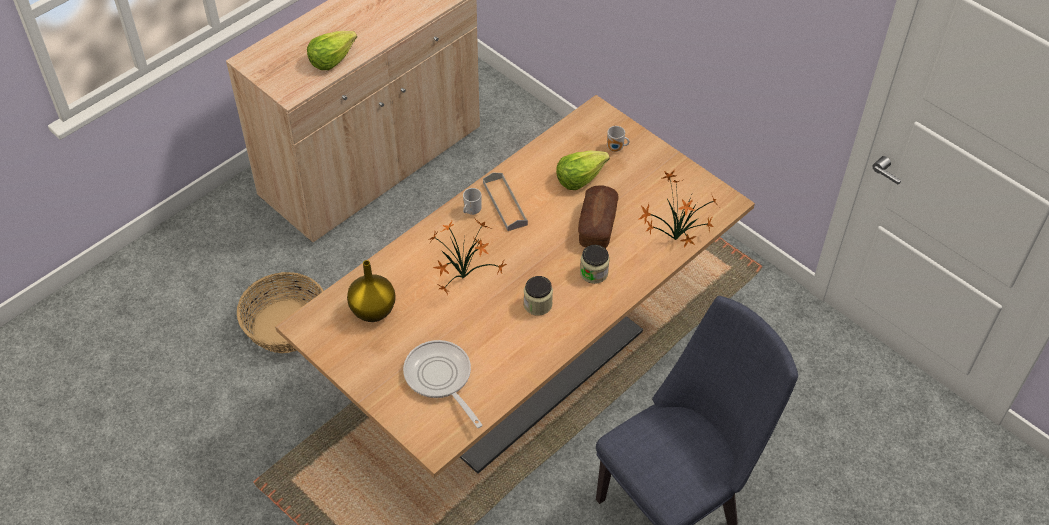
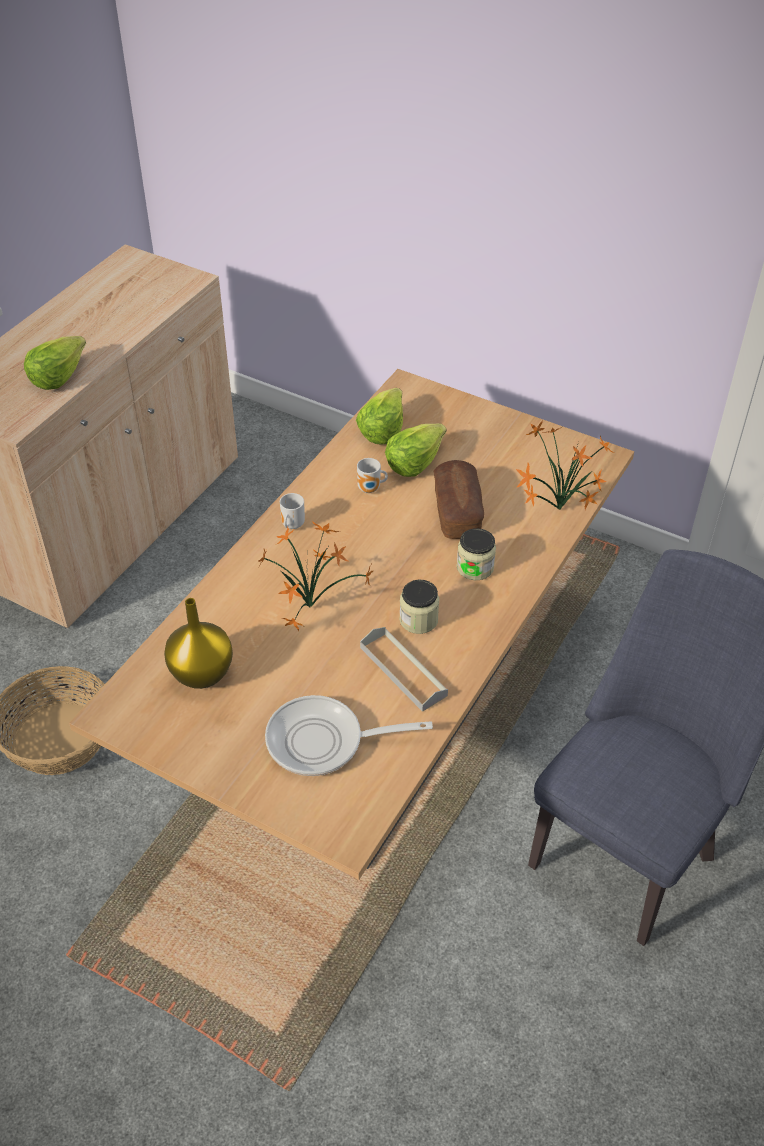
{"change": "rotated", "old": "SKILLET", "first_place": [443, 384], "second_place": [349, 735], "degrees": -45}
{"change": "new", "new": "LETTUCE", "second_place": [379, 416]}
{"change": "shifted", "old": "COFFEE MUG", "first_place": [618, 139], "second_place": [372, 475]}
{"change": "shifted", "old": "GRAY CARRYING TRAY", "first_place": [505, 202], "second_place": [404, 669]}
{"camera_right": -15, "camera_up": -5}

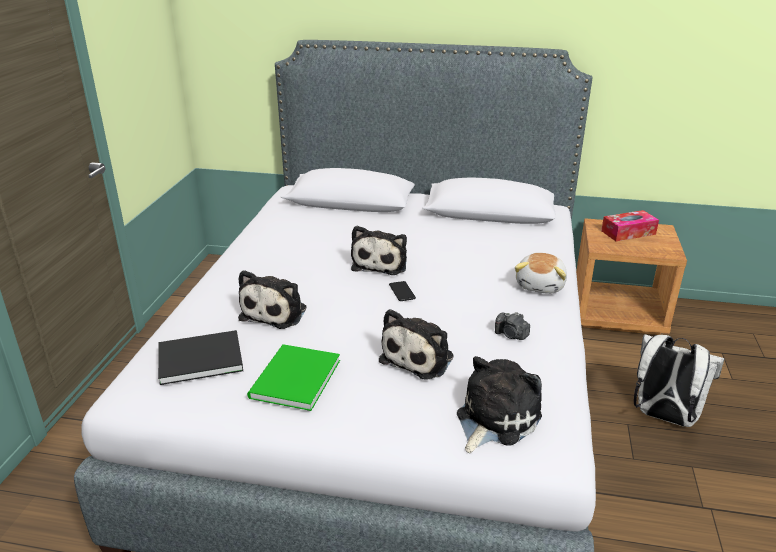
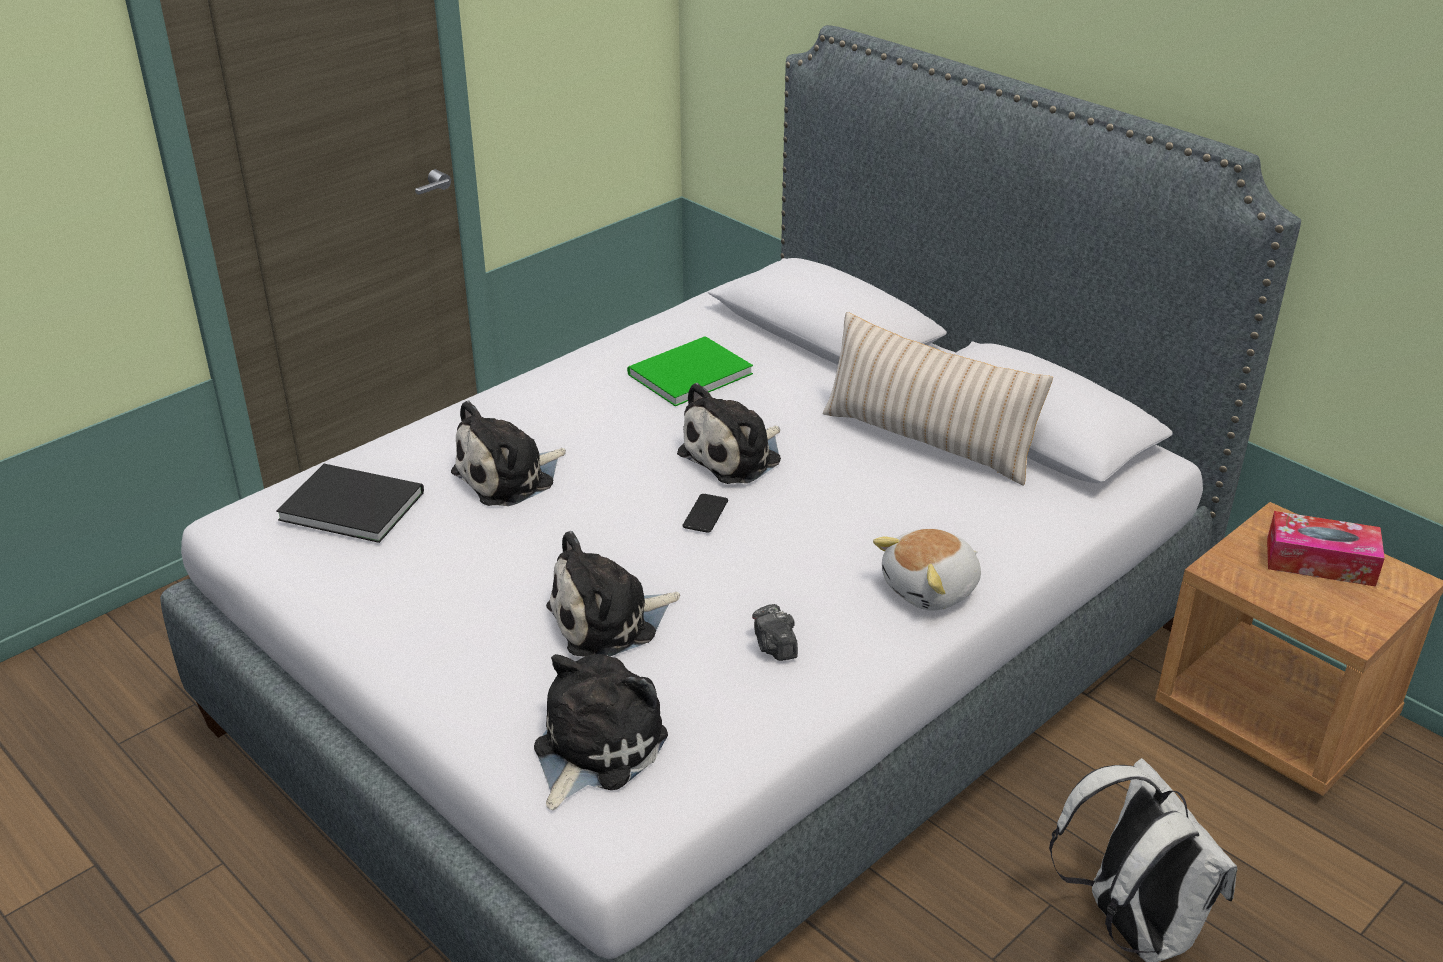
{"change": "rotated", "old": "CUDDLY TOY", "first_place": [499, 404], "second_place": [601, 732], "degrees": -45}
{"change": "shifted", "old": "GREEN-COLOURED BOUND BOOK", "first_place": [293, 377], "second_place": [690, 371]}
{"change": "new", "new": "BEIGE THROW PILLOW", "second_place": [938, 399]}
{"camera_right": 35, "camera_up": 5}

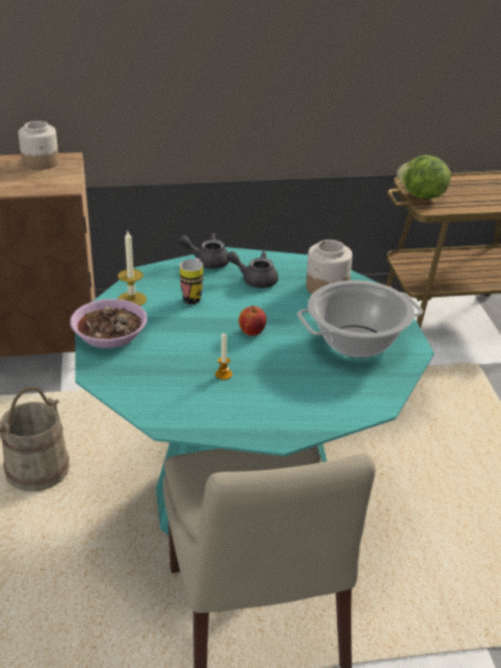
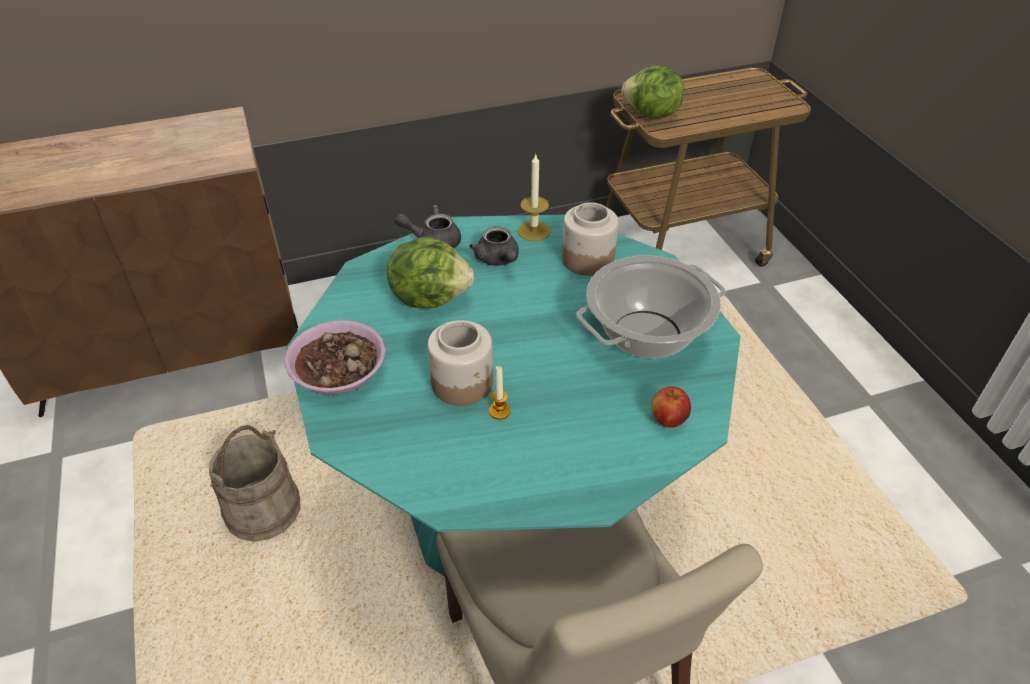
{"change": "swapped", "old": "COFFEE MUG", "new": "LETTUCE", "first_place": [191, 281], "second_place": [430, 272]}
{"change": "shifted", "old": "JAR", "first_place": [38, 145], "second_place": [460, 363]}
{"change": "rotated", "old": "GRAY POT FOR TEA", "first_place": [252, 269], "second_place": [494, 246], "degrees": -120}
{"change": "shifted", "old": "CANDLE", "first_place": [132, 268], "second_place": [534, 197]}
{"change": "shifted", "old": "WHOLE APPLE", "first_place": [252, 320], "second_place": [671, 407]}
{"camera_right": -10, "camera_up": 10}

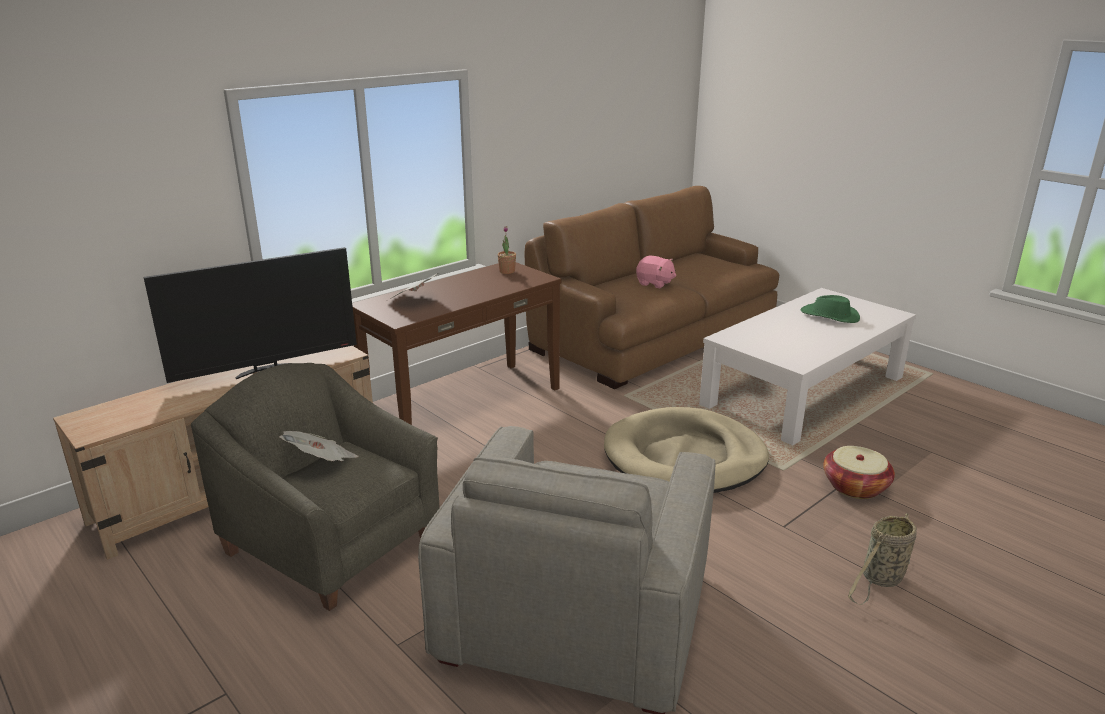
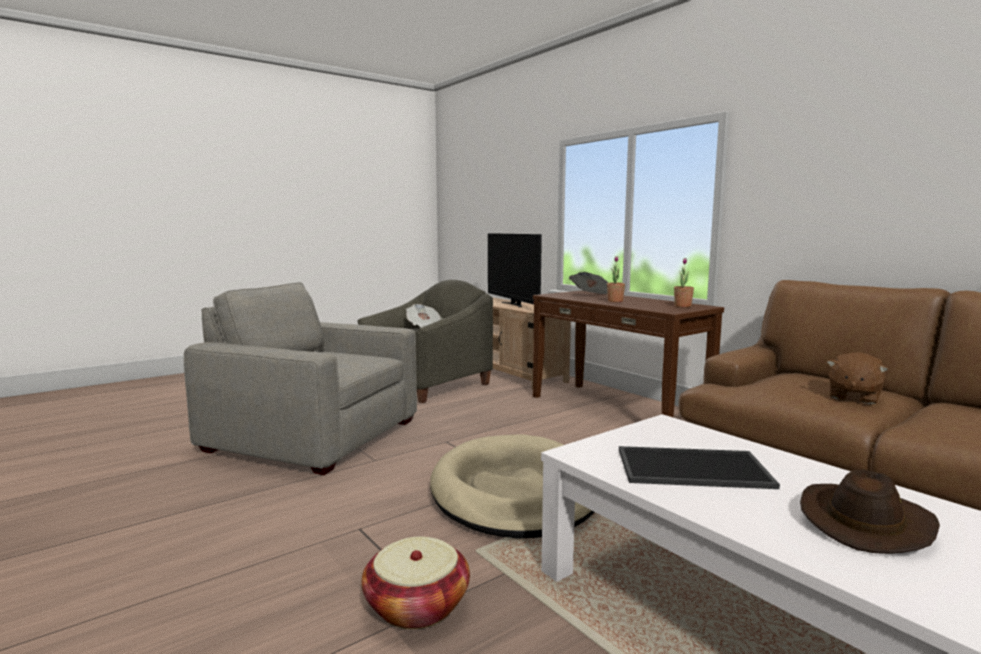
{"change": "new", "new": "PLANT IN A POT", "second_place": [616, 279]}
{"change": "new", "new": "CARRYING TRAY", "second_place": [699, 467]}
{"change": "repainted", "old": "GREEN-COLOURED HAT", "new": "BROWN-COLOURED HAT", "first_place": [830, 309], "second_place": [870, 511]}
{"change": "repainted", "old": "PINKISH CUDDLY TOY", "new": "BROWN-COLOURED CUDDLY TOY", "first_place": [656, 272], "second_place": [858, 378]}
{"change": "gone", "old": "HOUSEHOLD BASKET", "first_place": [882, 559]}
{"camera_right": 95, "camera_up": -15}

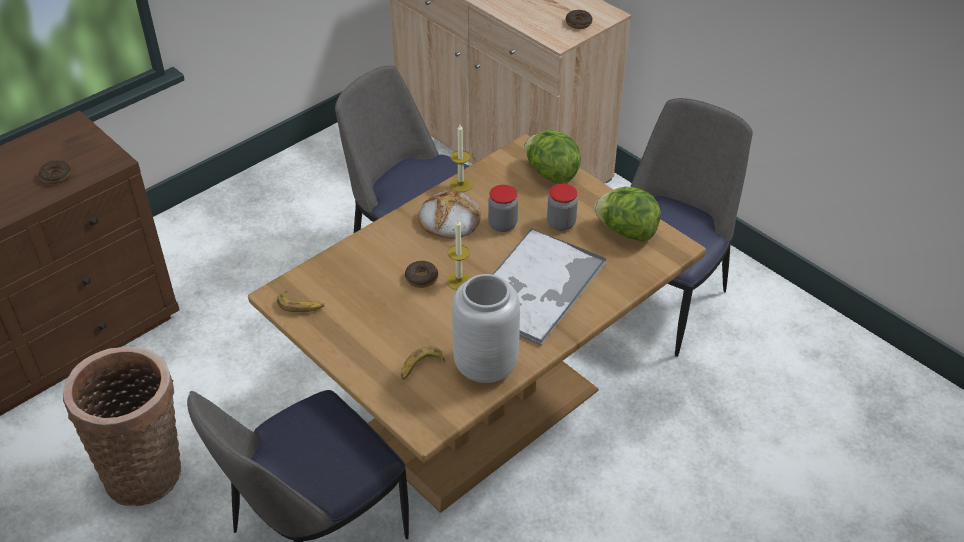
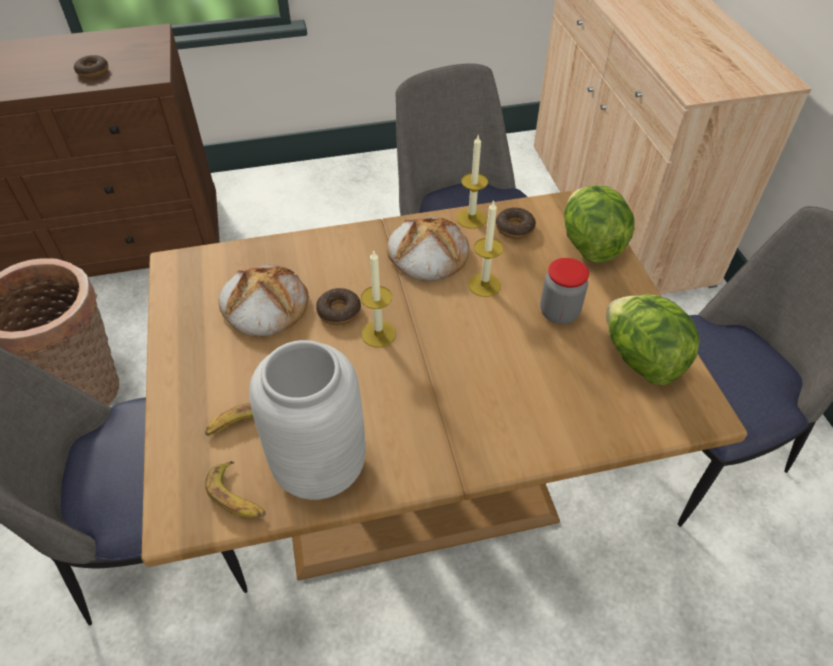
{"change": "shifted", "old": "BANANA", "first_place": [301, 301], "second_place": [235, 489]}
{"change": "new", "new": "BREAD", "second_place": [263, 301]}
{"change": "swapped", "old": "JAR", "new": "CANDLE", "first_place": [503, 208], "second_place": [486, 248]}
{"change": "shifted", "old": "DOUGHNUT", "first_place": [579, 19], "second_place": [516, 223]}
{"change": "gone", "old": "CARRYING TRAY", "first_place": [549, 287]}
{"camera_right": 30, "camera_up": 5}

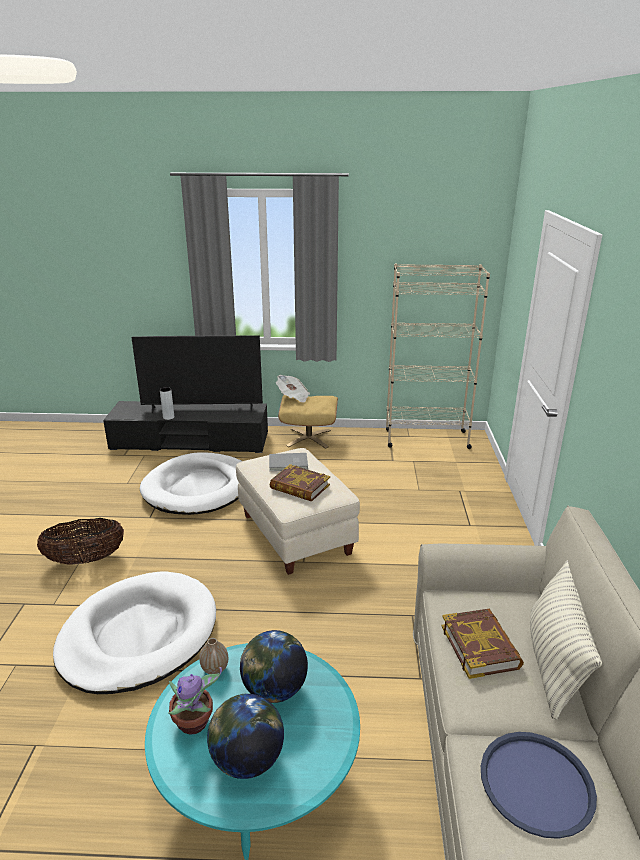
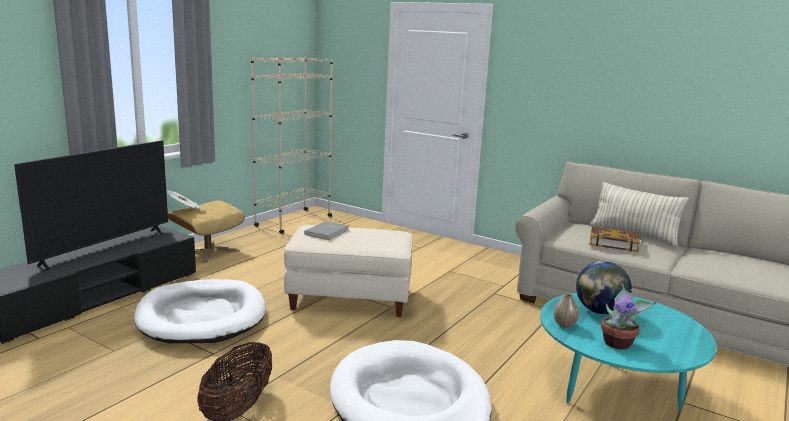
{"change": "gone", "old": "GRAY FLOWER VASE", "first_place": [167, 403]}
{"change": "gone", "old": "DESK GLOBE", "first_place": [245, 736]}
{"change": "gone", "old": "BOUND BOOK", "first_place": [300, 483]}
{"change": "gone", "old": "BLUE CARRYING TRAY", "first_place": [539, 785]}
{"camera_right": -60, "camera_up": -10}

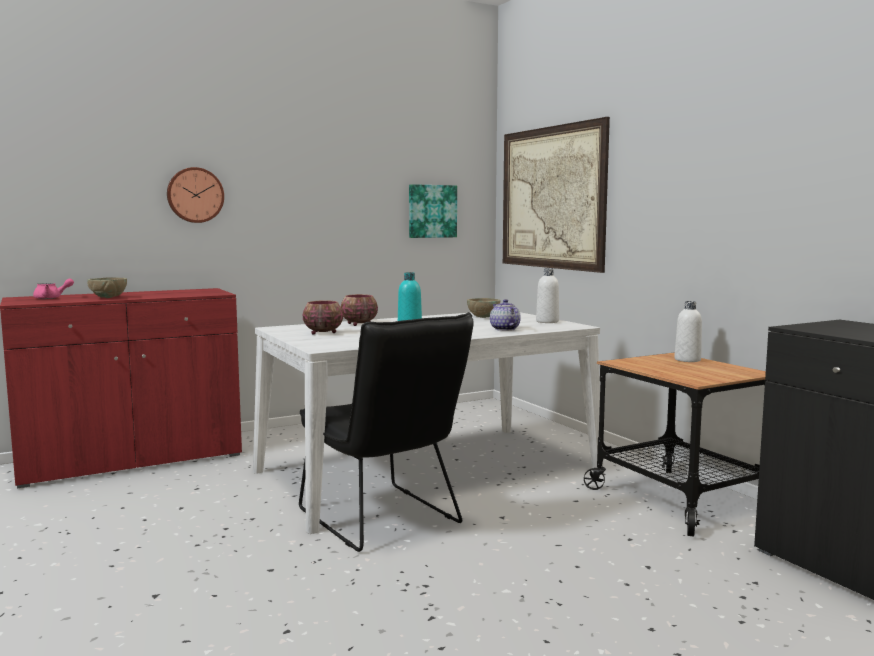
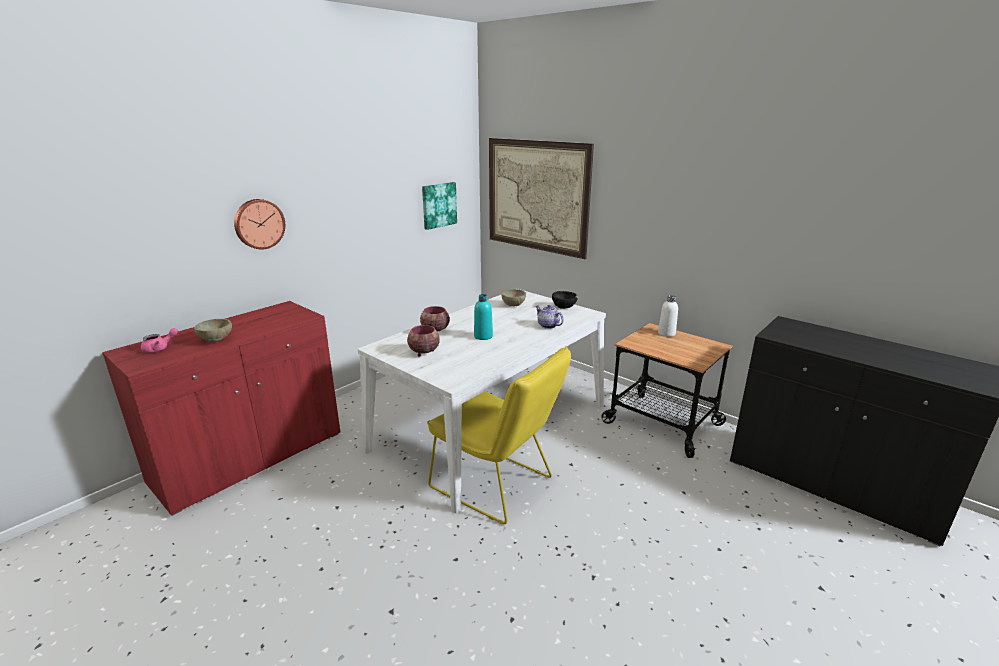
{"change": "repainted", "old": "BLACKISH PLAIN CHAIR", "new": "YELLOWISH PLAIN CHAIR", "first_place": [386, 432], "second_place": [499, 435]}
{"change": "swapped", "old": "WHITE DRINK BOTTLE", "new": "BLACKISH SERVING BOWL", "first_place": [547, 295], "second_place": [565, 300]}
{"camera_right": -20, "camera_up": 15}

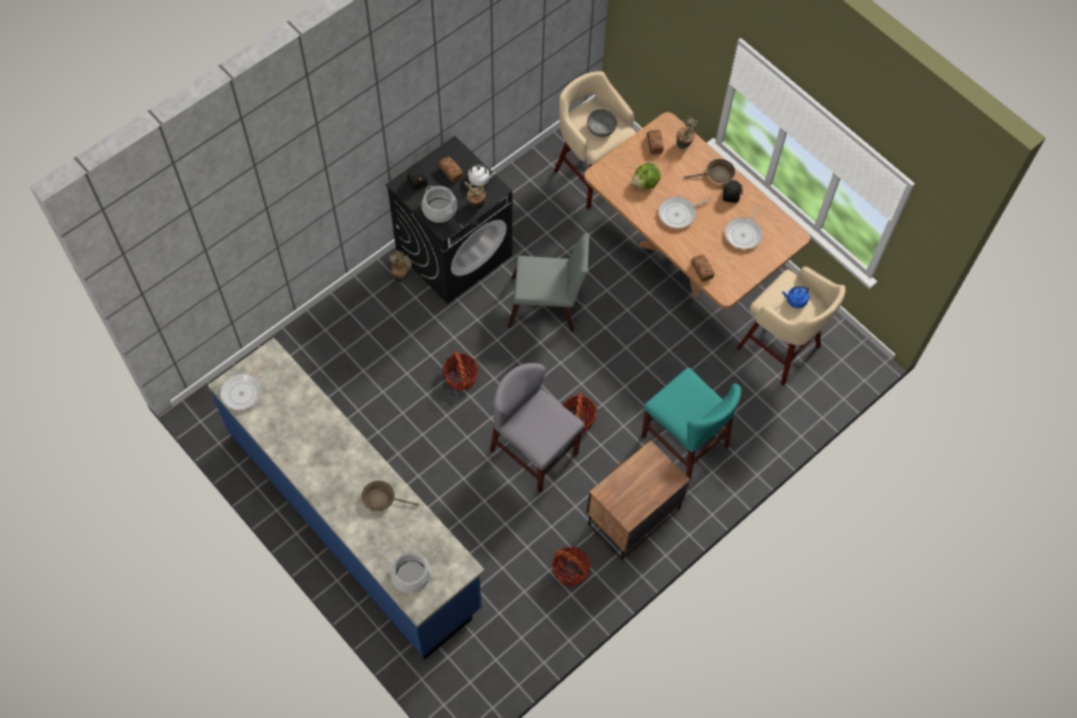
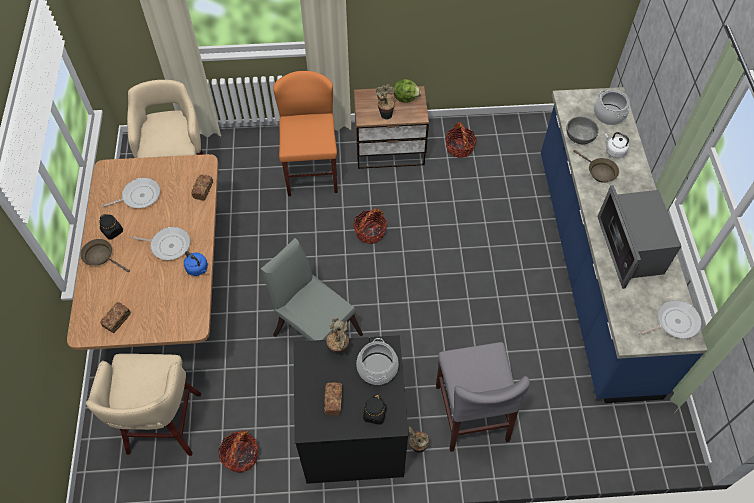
{"change": "shifted", "old": "BLUE WATER KETTLE", "first_place": [795, 297], "second_place": [196, 263]}
{"change": "shifted", "old": "HOUSEHOLD BASKET", "first_place": [460, 371], "second_place": [238, 451]}
{"change": "repainted", "old": "TURQUOISE PLAIN CHAIR", "new": "ORANGE PLAIN CHAIR", "first_place": [691, 424], "second_place": [305, 133]}
{"change": "shifted", "old": "PLANT IN A POT", "first_place": [687, 132], "second_place": [385, 102]}
{"change": "shifted", "old": "LETTUCE", "first_place": [646, 175], "second_place": [407, 91]}
{"change": "shifted", "old": "GRAY PLAIN CHAIR", "first_place": [537, 427], "second_place": [483, 397]}
{"change": "shifted", "old": "GRAY SERVING BOWL", "first_place": [602, 123], "second_place": [582, 130]}
{"change": "new", "new": "MICROWAVE", "second_place": [639, 237]}
{"change": "shifted", "old": "WHITE WATER KETTLE", "first_place": [481, 175], "second_place": [617, 145]}
{"camera_right": -140, "camera_up": -5}

